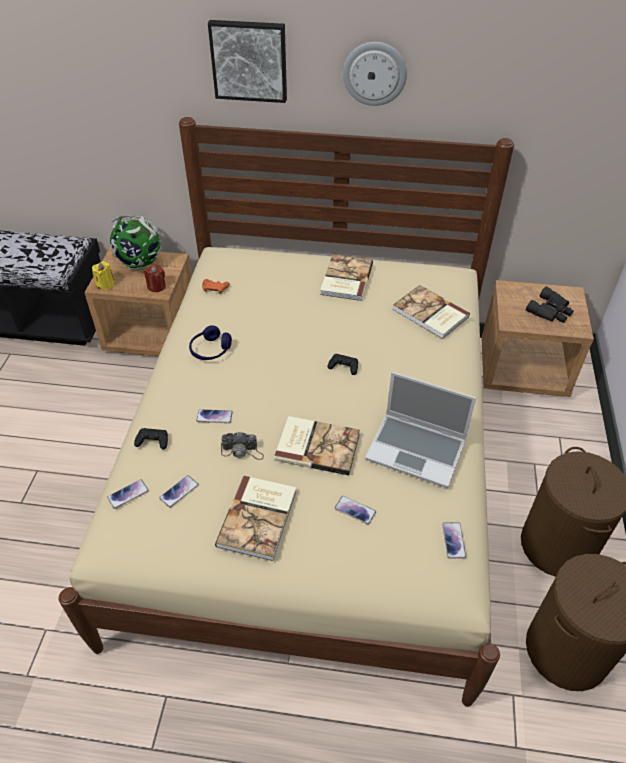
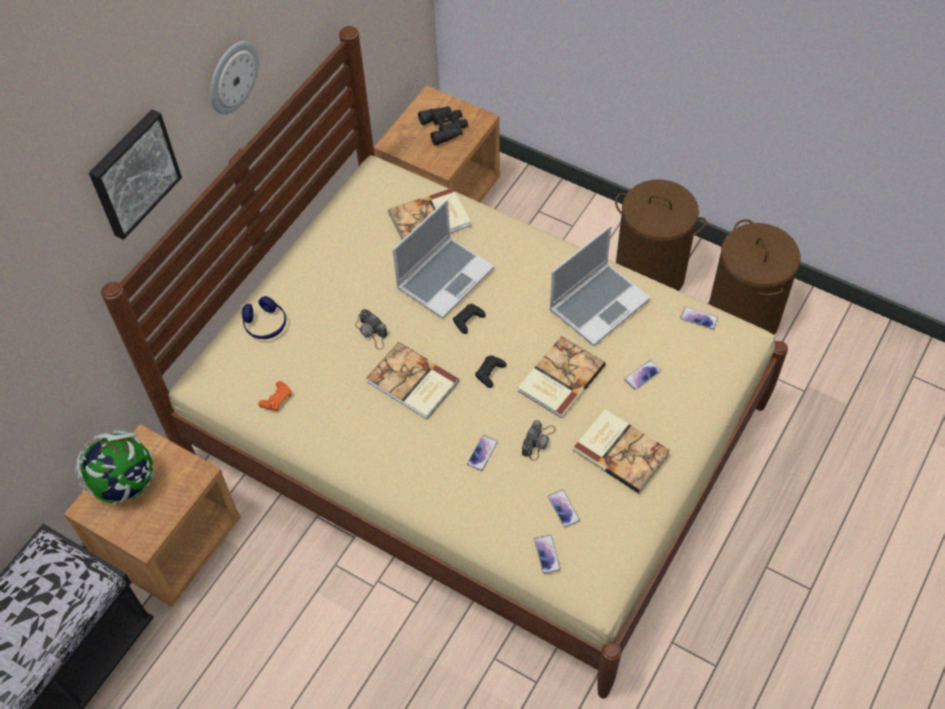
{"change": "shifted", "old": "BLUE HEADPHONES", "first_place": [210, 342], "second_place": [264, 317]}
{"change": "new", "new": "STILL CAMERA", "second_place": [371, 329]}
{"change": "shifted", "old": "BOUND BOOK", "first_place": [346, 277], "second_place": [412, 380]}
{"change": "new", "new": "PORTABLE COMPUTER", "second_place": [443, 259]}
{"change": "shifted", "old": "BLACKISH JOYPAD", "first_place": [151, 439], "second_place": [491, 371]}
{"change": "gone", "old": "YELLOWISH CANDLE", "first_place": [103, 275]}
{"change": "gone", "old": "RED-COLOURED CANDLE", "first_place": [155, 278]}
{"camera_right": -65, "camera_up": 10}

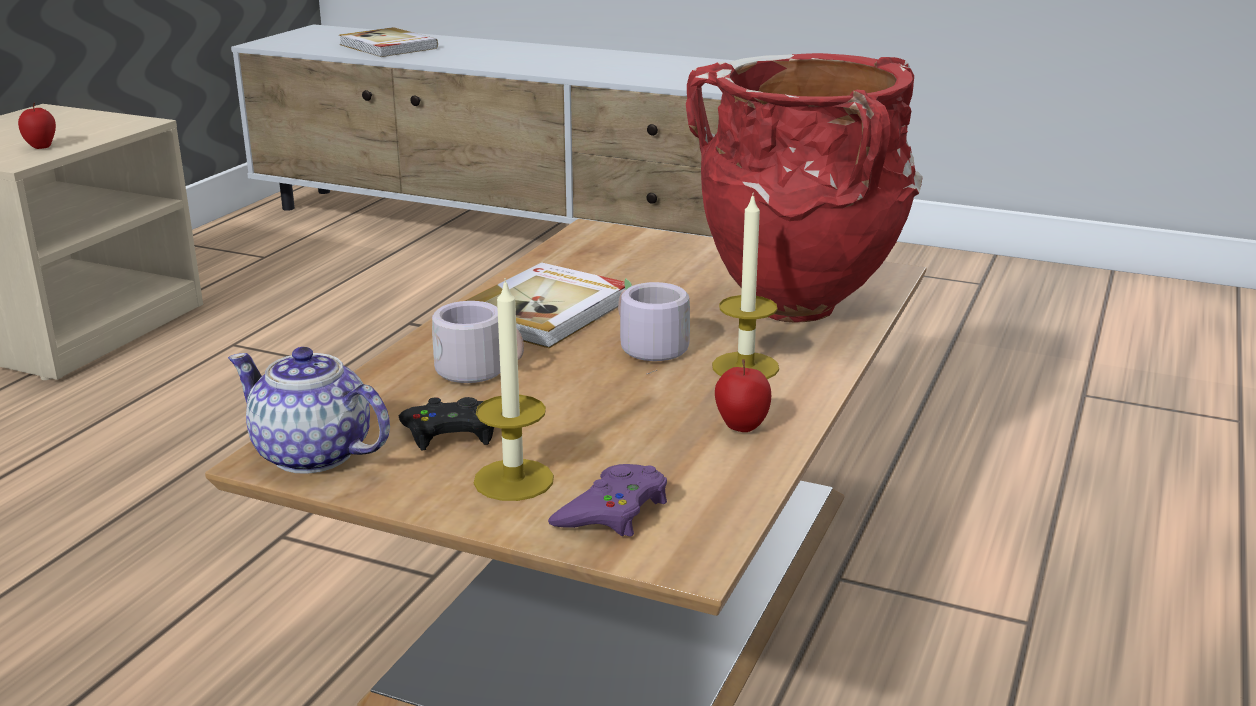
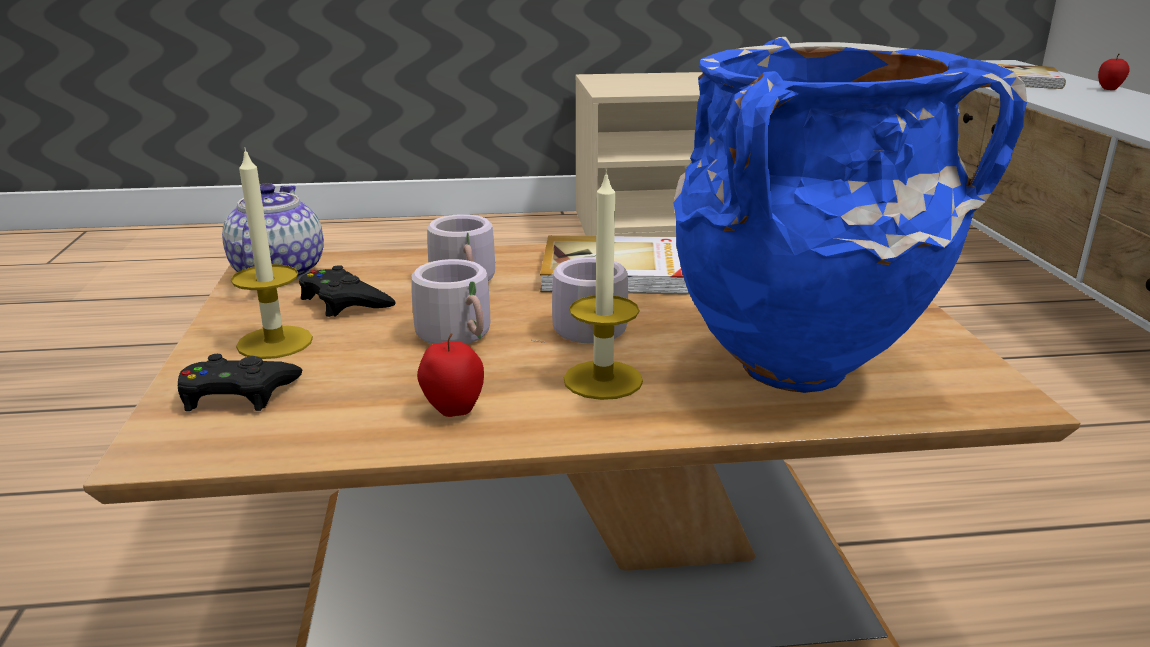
{"change": "repainted", "old": "PURPLISH JOYPAD", "new": "BLACKISH JOYPAD", "first_place": [607, 500], "second_place": [240, 382]}
{"change": "new", "new": "GRAY COFFEE MUG", "second_place": [450, 301]}
{"change": "repainted", "old": "RED-COLOURED FLOWER VASE", "new": "BLUE FLOWER VASE", "first_place": [804, 188], "second_place": [850, 215]}
{"change": "shifted", "old": "WHOLE APPLE", "first_place": [37, 126], "second_place": [1114, 72]}
{"camera_right": 60, "camera_up": 0}

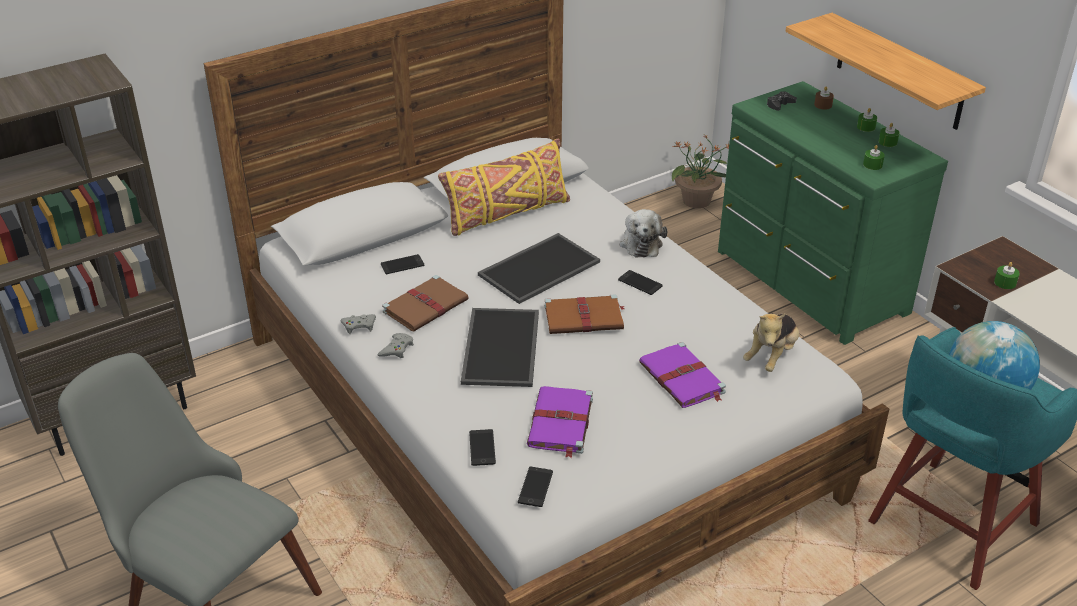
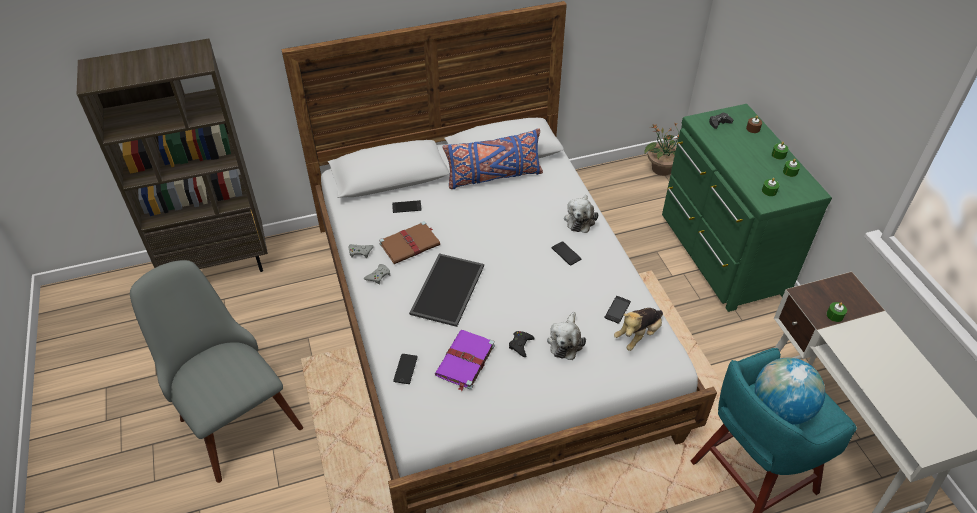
{"change": "repainted", "old": "YELLOWISH THROW PILLOW", "new": "BLUE THROW PILLOW", "first_place": [504, 187], "second_place": [492, 158]}
{"change": "new", "new": "BLACKISH JOYPAD", "second_place": [522, 344]}
{"change": "swapped", "old": "PURPLISH BOUND BOOK", "new": "CUDDLY TOY", "first_place": [682, 375], "second_place": [566, 336]}
{"change": "shifted", "old": "HANDSET", "first_place": [535, 487], "second_place": [618, 310]}
{"change": "gone", "old": "CARRYING TRAY", "first_place": [539, 268]}
{"change": "gone", "old": "BROWN-COLOURED BOUND BOOK", "first_place": [584, 314]}
{"change": "gone", "old": "WALL SHELF", "first_place": [885, 71]}
{"camera_right": 15, "camera_up": 10}

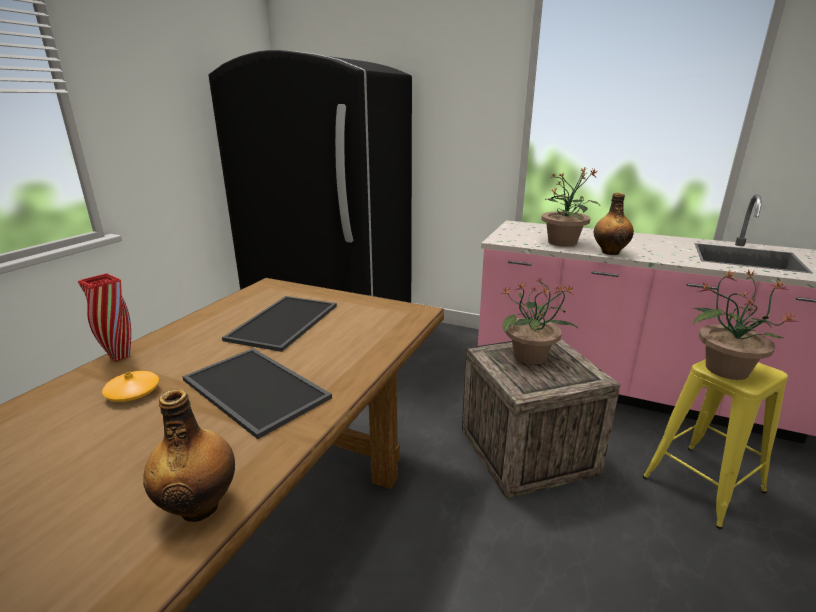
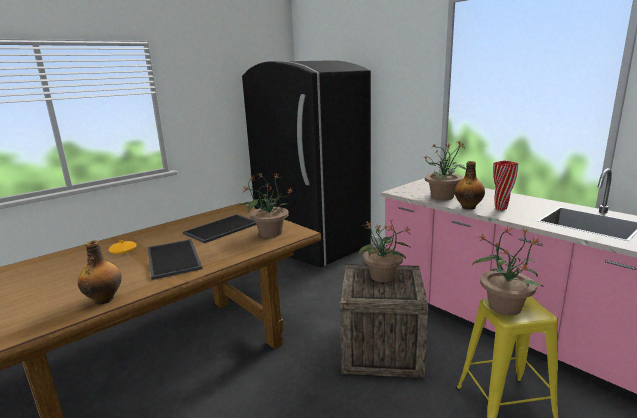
{"change": "new", "new": "PLANT IN A POT", "second_place": [266, 205]}
{"change": "shifted", "old": "RED-COLOURED FLOWER VASE", "first_place": [104, 317], "second_place": [505, 185]}
{"camera_right": 25, "camera_up": -5}

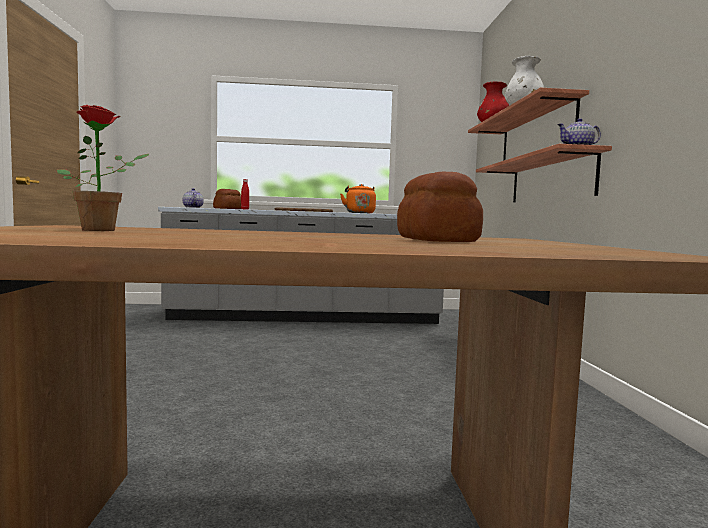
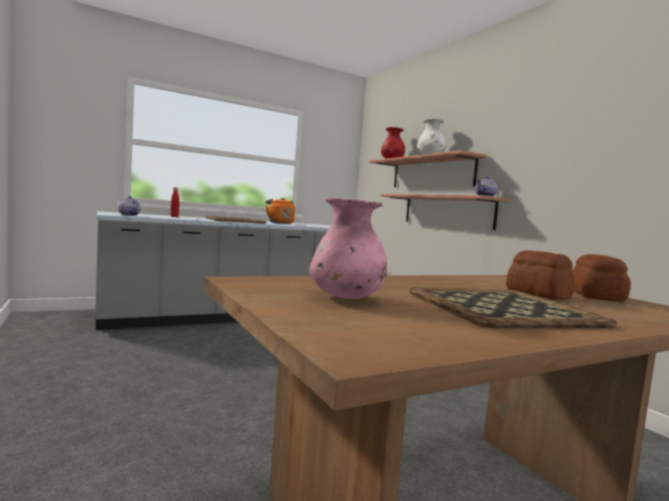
{"change": "swapped", "old": "PLANT IN A POT", "new": "PINKISH FLOWER VASE", "first_place": [103, 168], "second_place": [348, 248]}
{"change": "new", "new": "CARRYING TRAY", "second_place": [513, 307]}
{"change": "shifted", "old": "BREAD", "first_place": [227, 199], "second_place": [601, 278]}
{"camera_right": -25, "camera_up": 0}

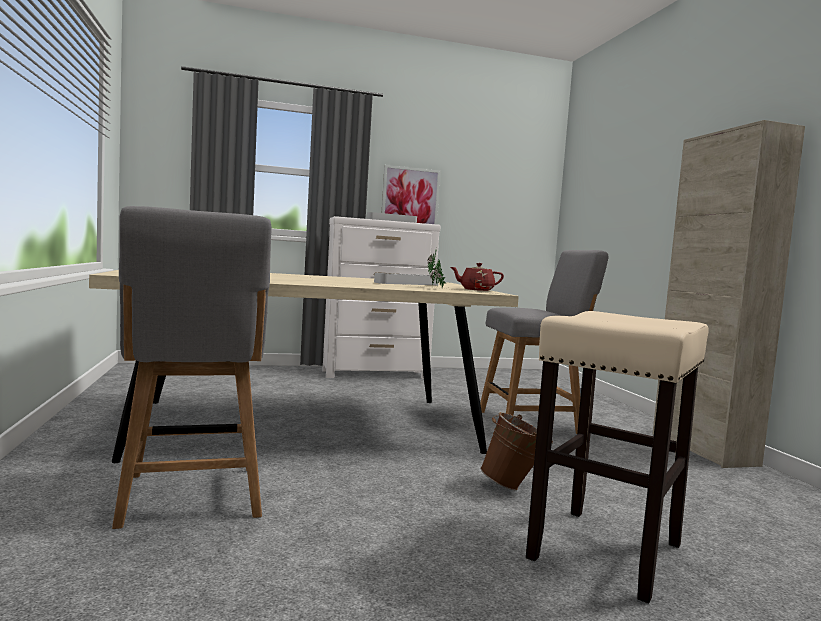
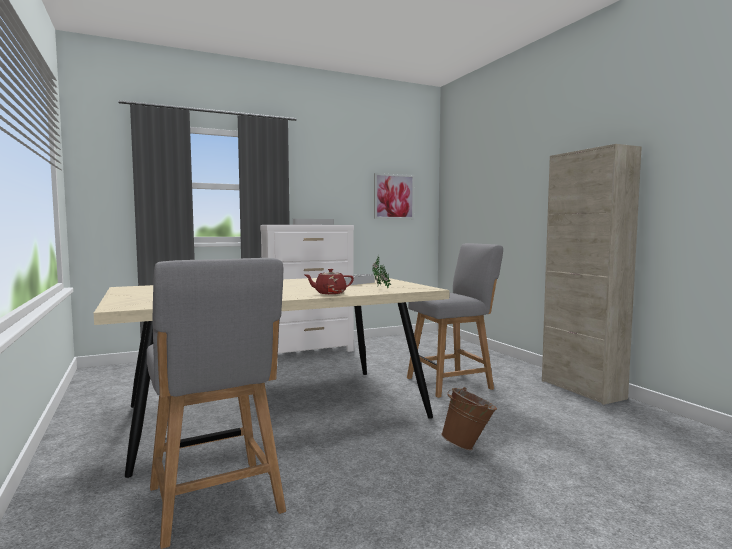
{"change": "shifted", "old": "RED-COLOURED POT FOR TEA", "first_place": [477, 277], "second_place": [328, 281]}
{"change": "shifted", "old": "WALL PICTURE", "first_place": [411, 194], "second_place": [394, 196]}
{"change": "gone", "old": "BEIGE SITTING STOOL", "first_place": [617, 457]}
{"camera_right": -10, "camera_up": 0}

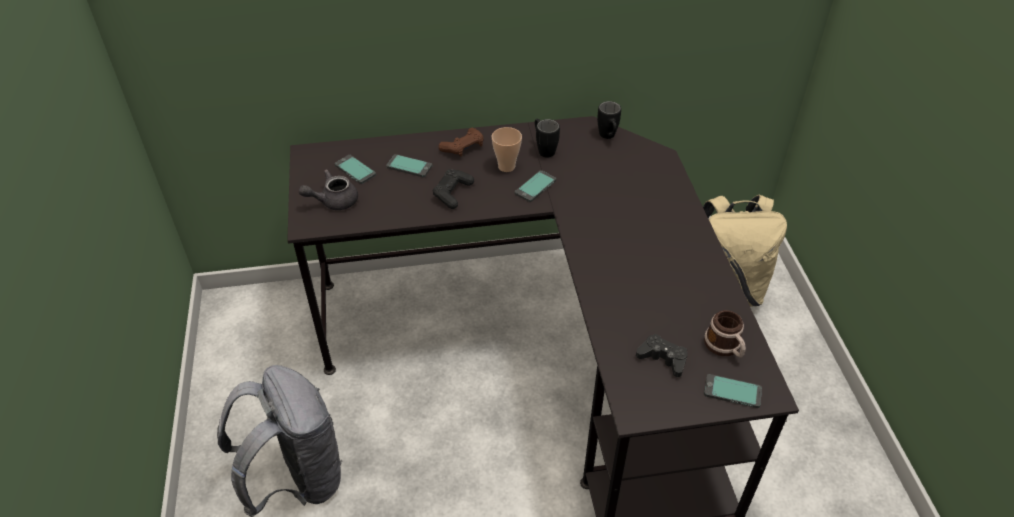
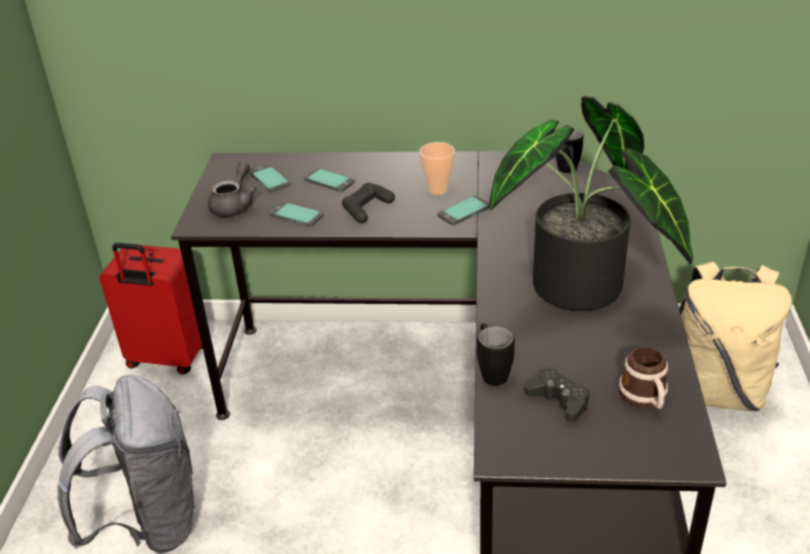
{"change": "new", "new": "RED-COLOURED SUITCASE", "second_place": [151, 308]}
{"change": "rotated", "old": "GRAY POT FOR TEA", "first_place": [328, 189], "second_place": [232, 189], "degrees": 120}
{"change": "shifted", "old": "HANDSET", "first_place": [733, 391], "second_place": [296, 214]}
{"change": "shifted", "old": "BLACKISH COFFEE MUG", "first_place": [547, 138], "second_place": [496, 354]}
{"change": "new", "new": "PLANT IN A POT", "second_place": [591, 203]}
{"change": "gone", "old": "BROWN-COLOURED JOYPAD", "first_place": [461, 142]}
{"camera_right": 15, "camera_up": -10}

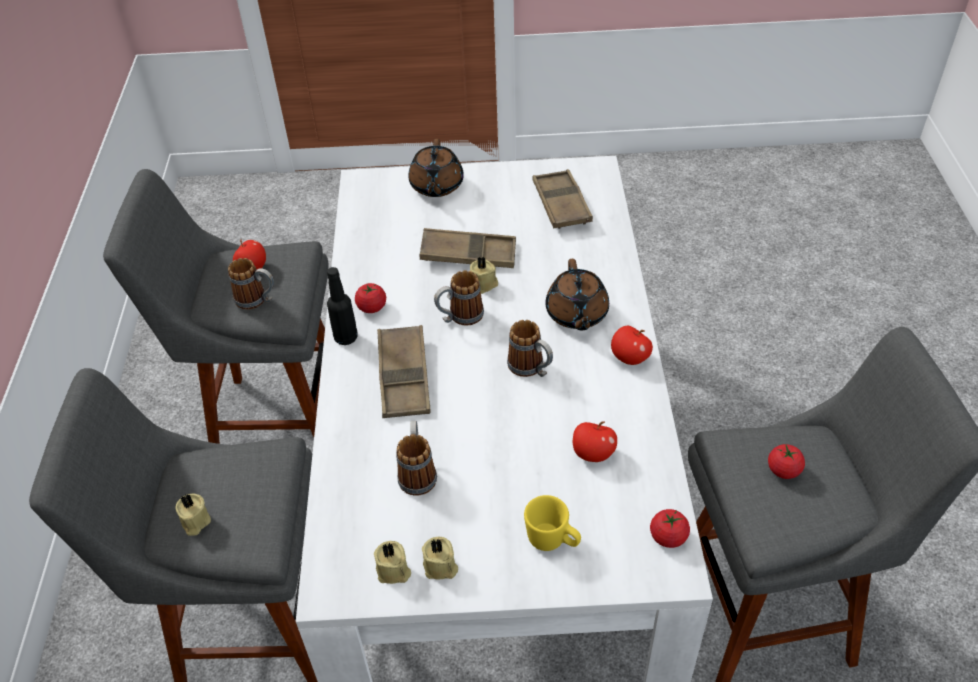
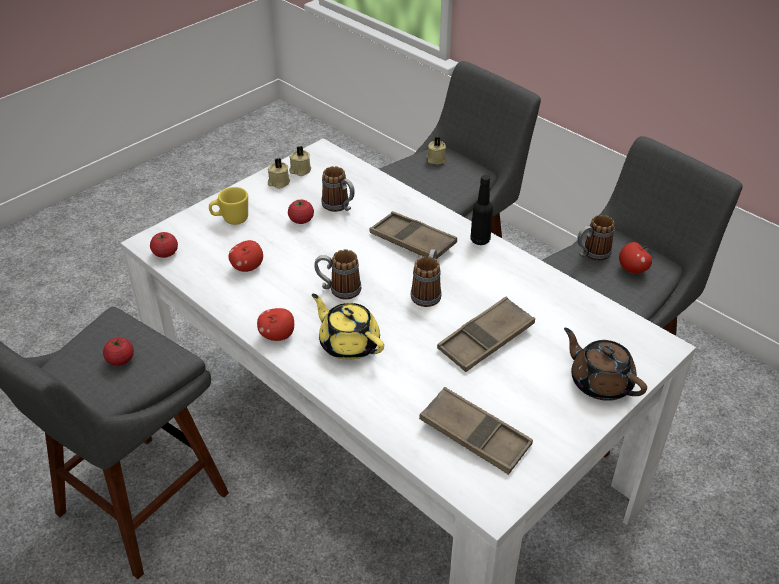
{"change": "shifted", "old": "FRESH TOMATO", "first_place": [370, 298], "second_place": [301, 212]}
{"change": "repainted", "old": "BROWN-COLOURED POT FOR TEA", "new": "YELLOWISH POT FOR TEA", "first_place": [577, 295], "second_place": [348, 327]}
{"change": "gone", "old": "BEIGE CANDLE", "first_place": [484, 275]}
{"camera_right": 135, "camera_up": -5}

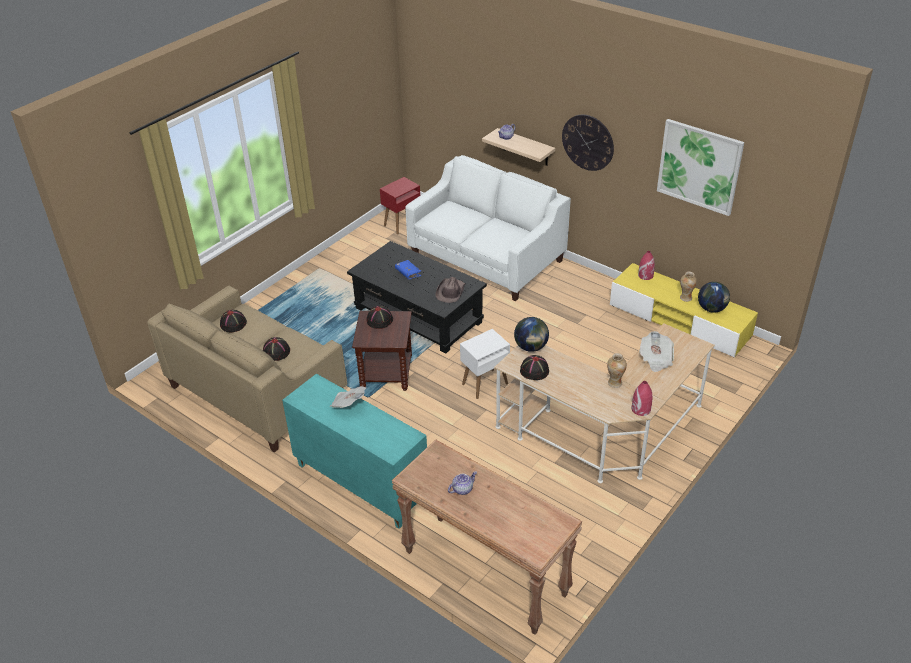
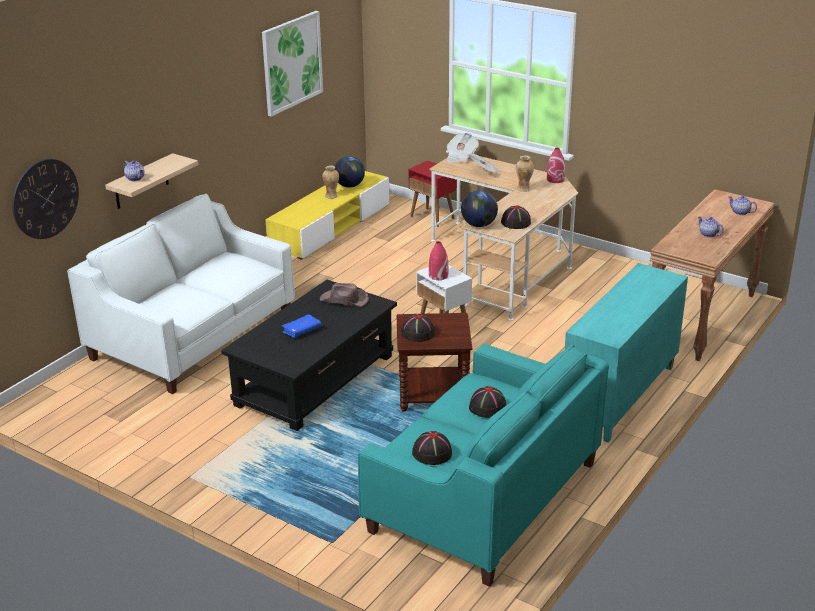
{"change": "shifted", "old": "CLOCK ON THE WALL", "first_place": [588, 142], "second_place": [45, 199]}
{"change": "repainted", "old": "BEIGE SOFA", "new": "TURQUOISE SOFA", "first_place": [247, 368], "second_place": [483, 465]}
{"change": "shifted", "old": "RED-COLOURED ACCENT TABLE", "first_place": [400, 206], "second_place": [432, 194]}
{"change": "shifted", "old": "RED-COLOURED FLOWER VASE", "first_place": [646, 265], "second_place": [438, 260]}
{"change": "shifted", "old": "PRINTED PAPER", "first_place": [348, 397], "second_place": [462, 148]}
{"change": "new", "new": "POT FOR TEA", "second_place": [742, 205]}
{"camera_right": -95, "camera_up": -10}

